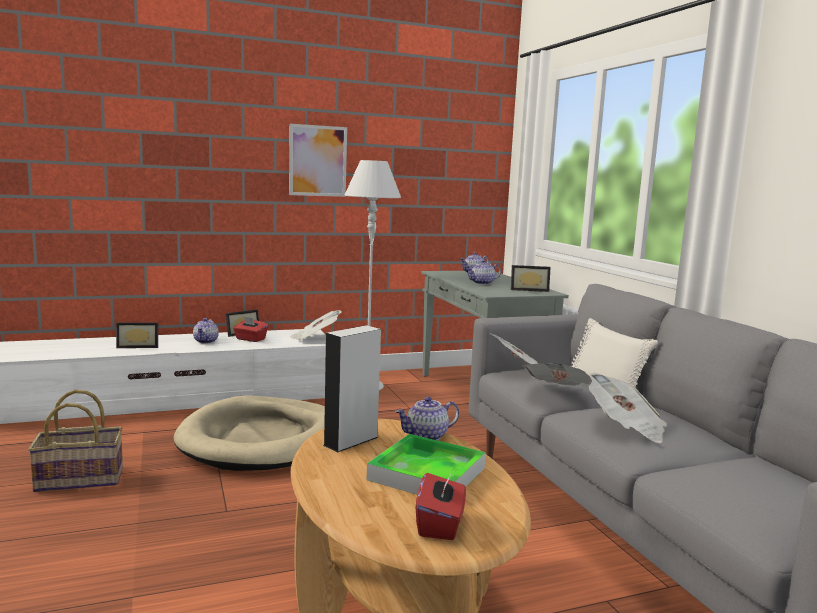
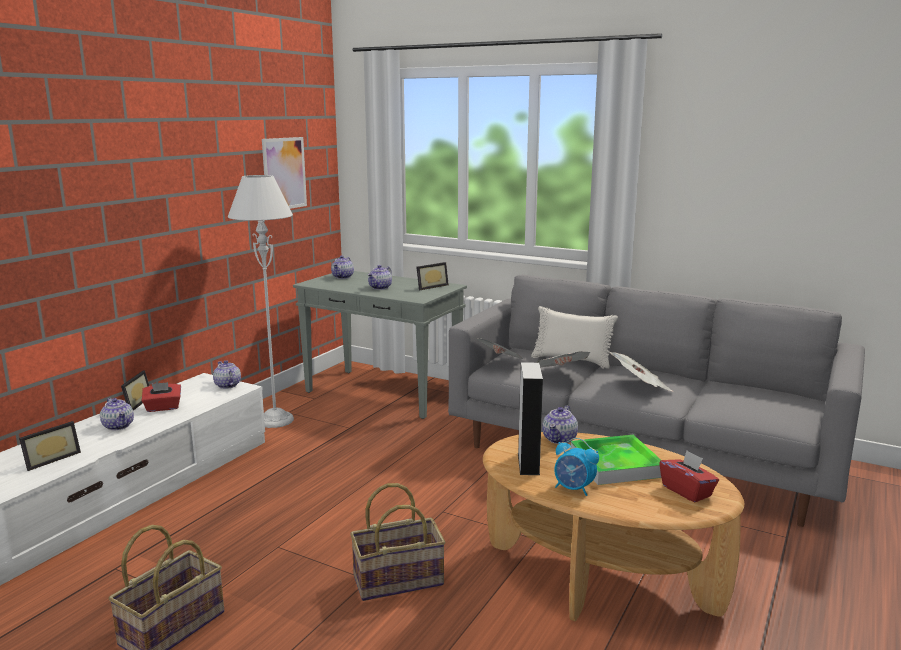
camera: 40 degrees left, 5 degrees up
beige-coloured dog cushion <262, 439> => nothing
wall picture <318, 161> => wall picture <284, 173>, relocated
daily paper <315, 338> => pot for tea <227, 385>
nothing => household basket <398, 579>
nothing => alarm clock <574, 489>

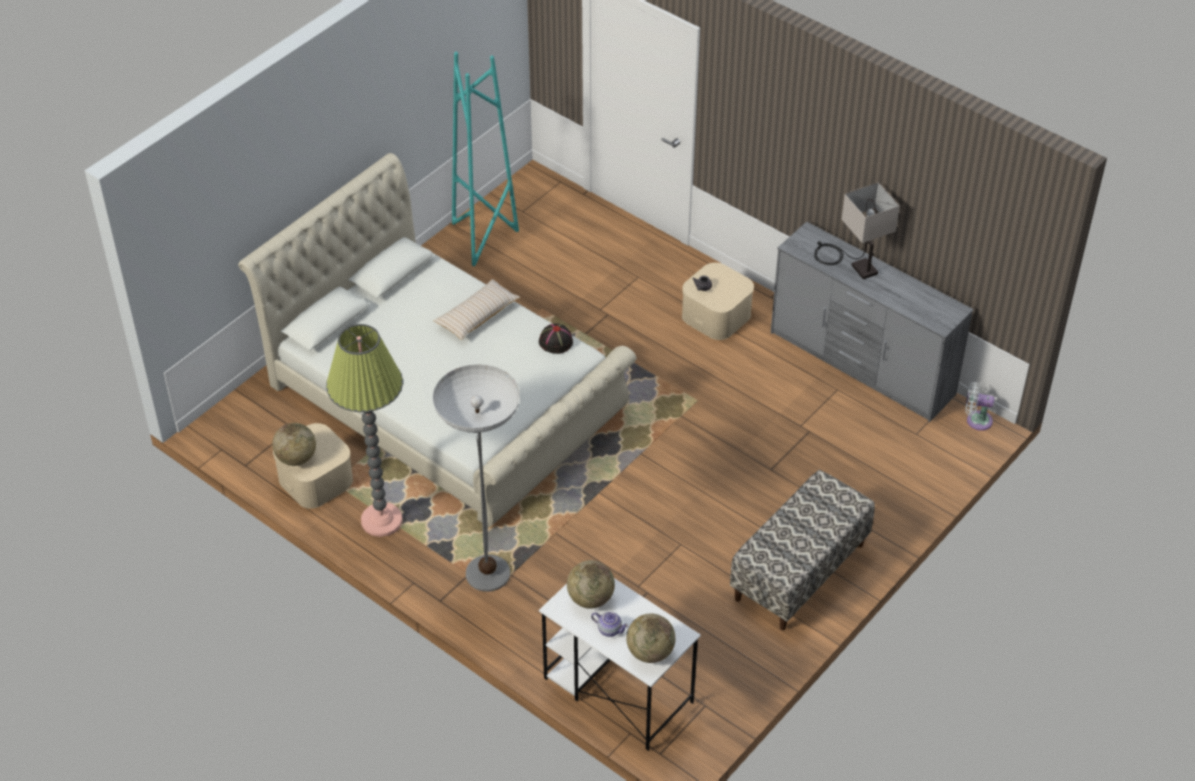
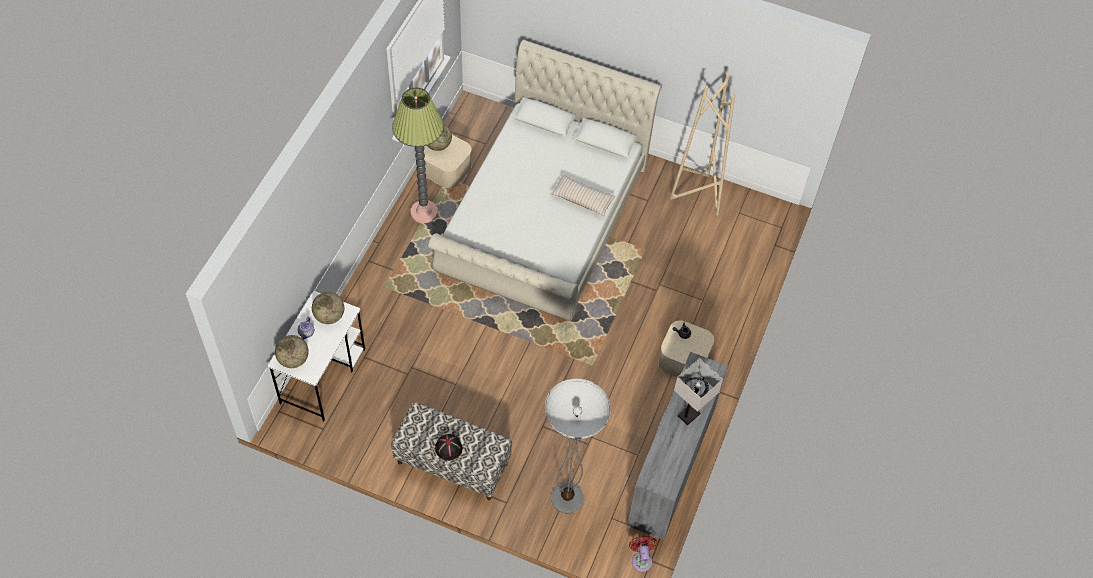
camera: 70 degrees right, 10 degrees up
standard lamp <488, 573> => standard lamp <567, 498>, relocated
turquoise-coloured garment stand <481, 240> => beige-coloured garment stand <699, 196>
black clothing hat <555, 342> => black clothing hat <448, 448>, relocated
whitish fan <976, 420> => red fan <641, 559>

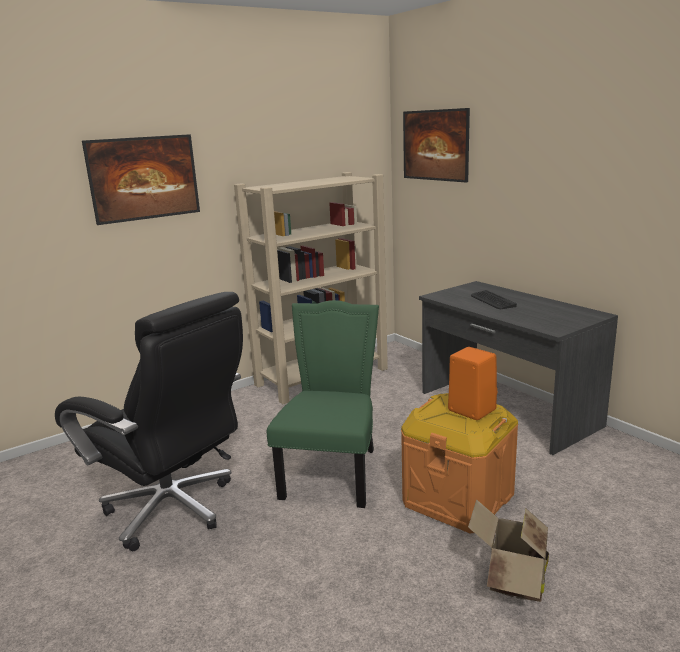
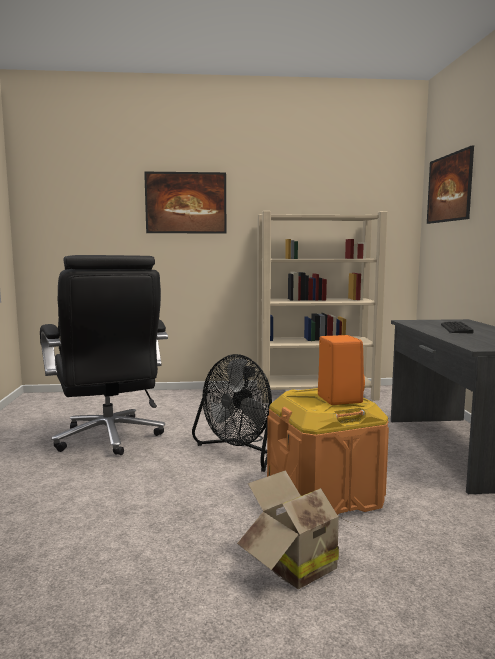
camera: 30 degrees right, 10 degrees down
green plain chair <332, 475> => black fan <240, 451>

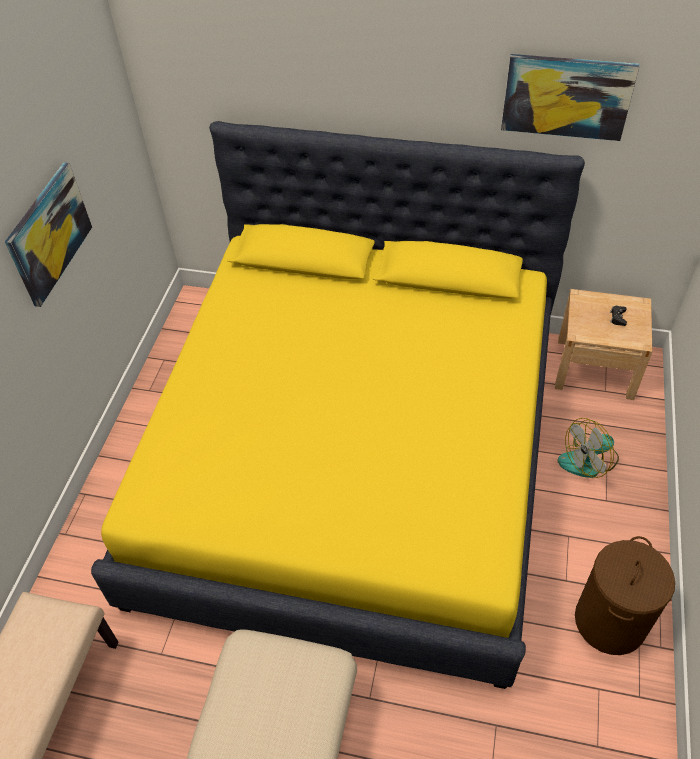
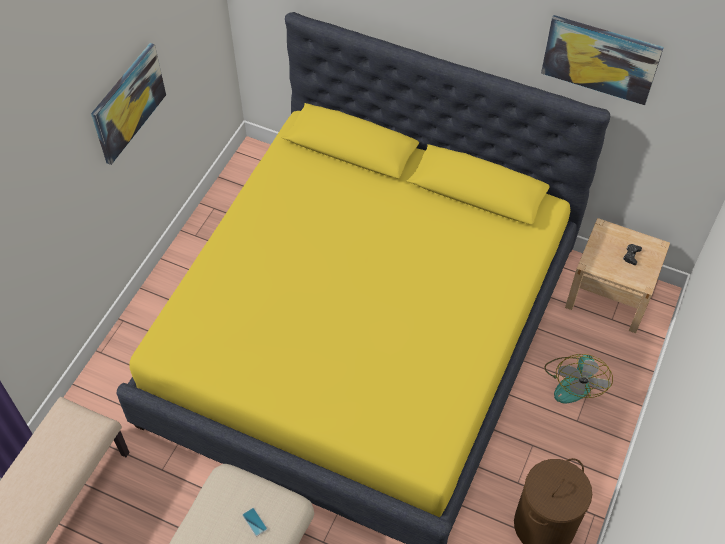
camera: 10 degrees right, 5 degrees up
fan <588, 460> => fan <573, 381>, 60 degrees counterclockwise
nothing => phone <254, 522>

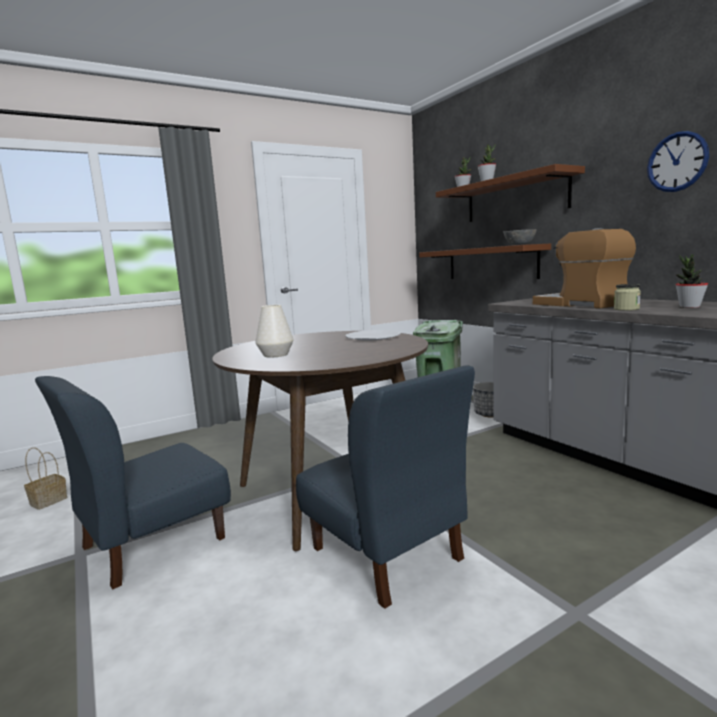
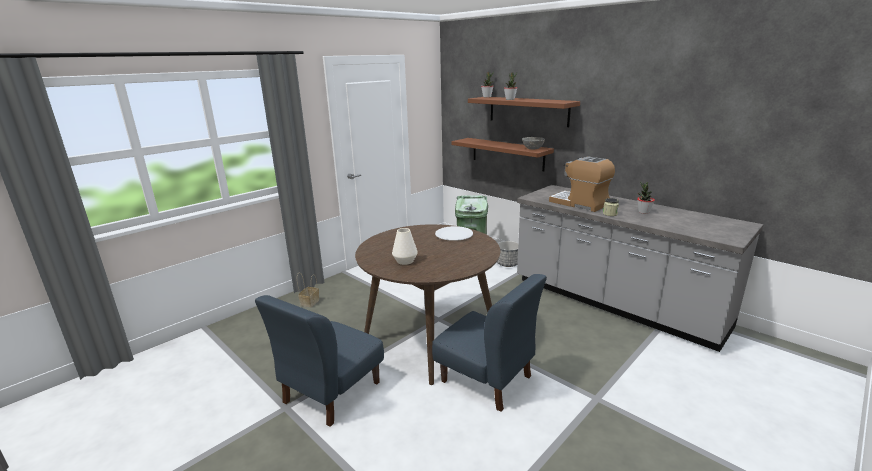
camera: 15 degrees left, 10 degrees up
household basket <49, 500> => household basket <310, 302>, relocated
clock on the wall <677, 162> => nothing

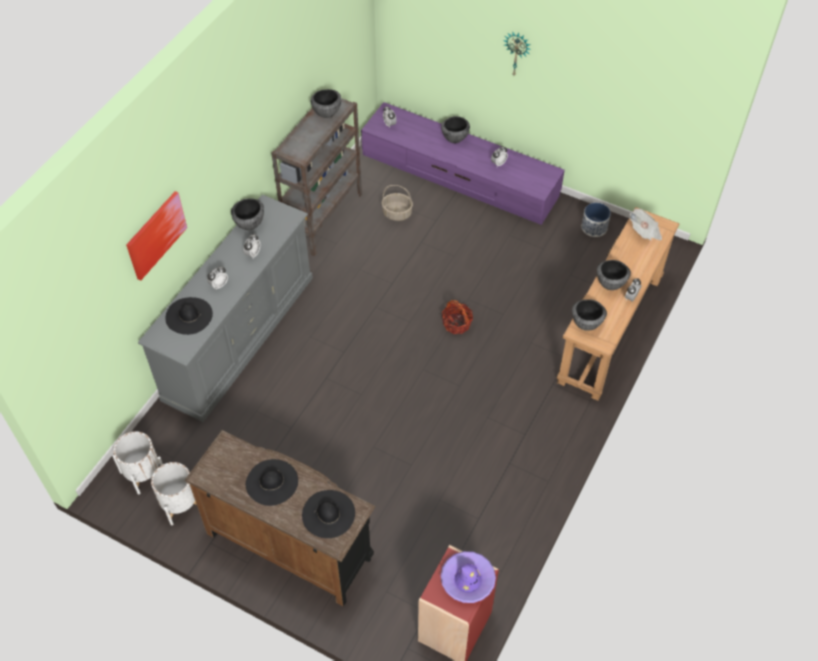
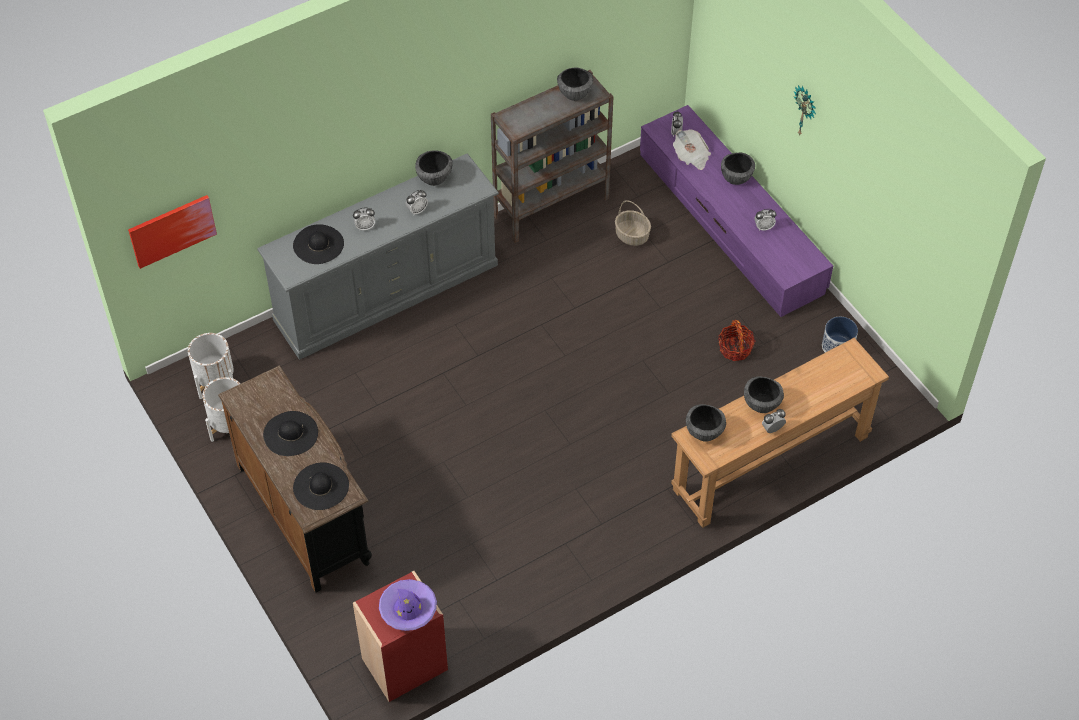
camera: 30 degrees right, 0 degrees up
wall picture <156, 235> => wall picture <172, 230>, relocated
household basket <456, 323> => household basket <735, 349>, relocated
daily paper <644, 232> => daily paper <691, 156>, relocated

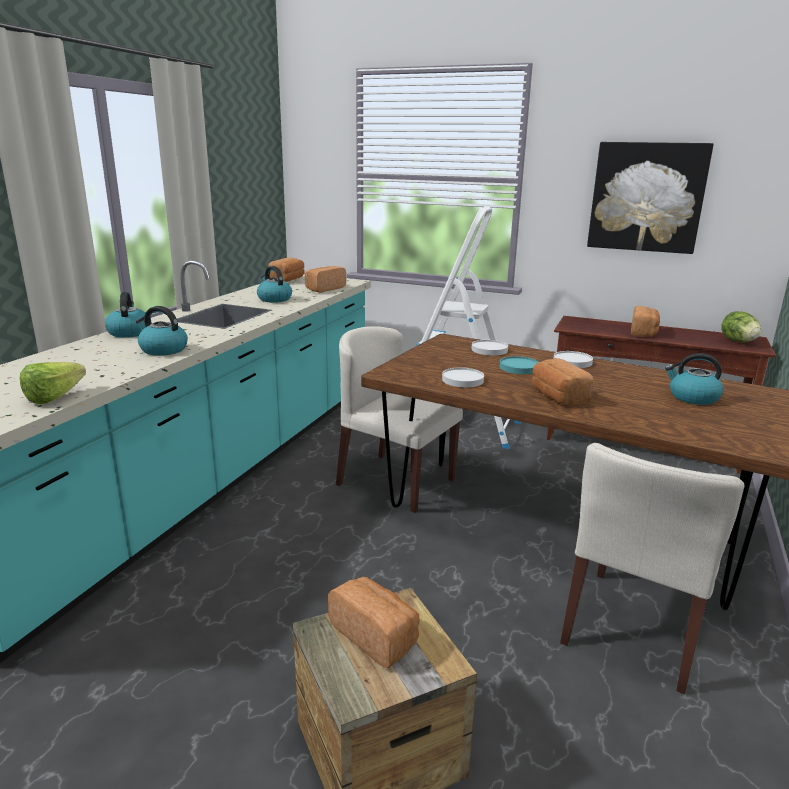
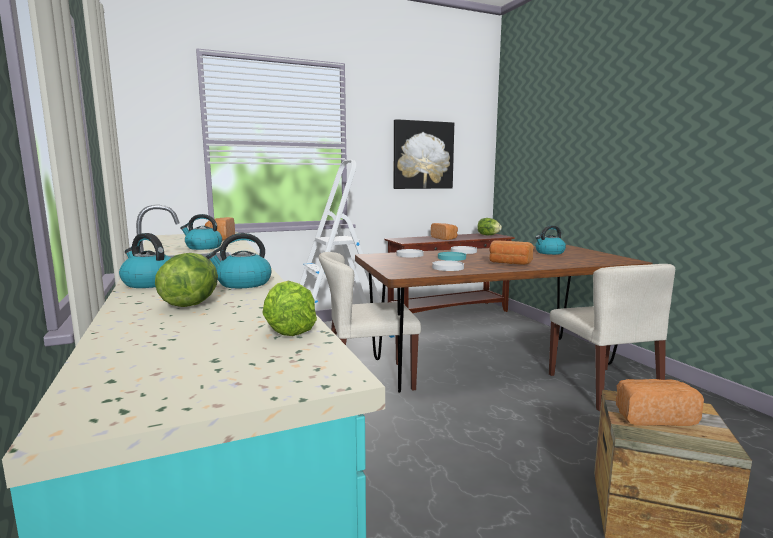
camera: 45 degrees left, 10 degrees down
bread <288, 280> => nothing
nothing => lettuce head <191, 303>

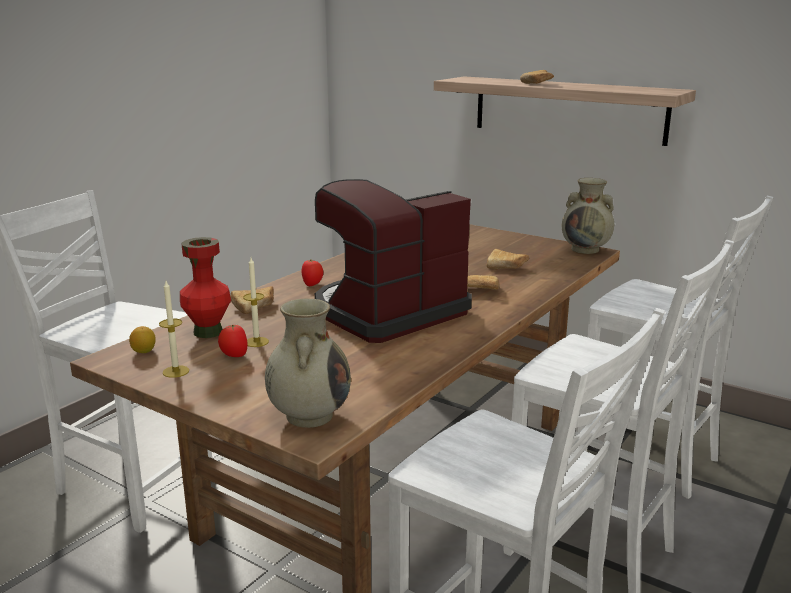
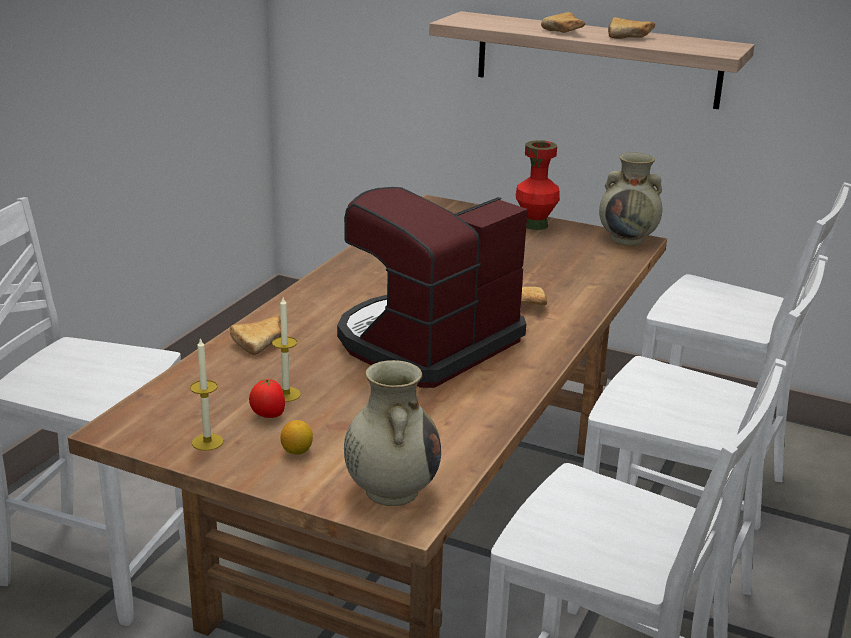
camera: 10 degrees left, 5 degrees up
lemon <144, 351> => lemon <297, 451>, relocated
red vase <208, 332> => red vase <535, 225>, relocated
tomato <312, 285> => nothing
bread <507, 267> => bread <630, 37>, relocated

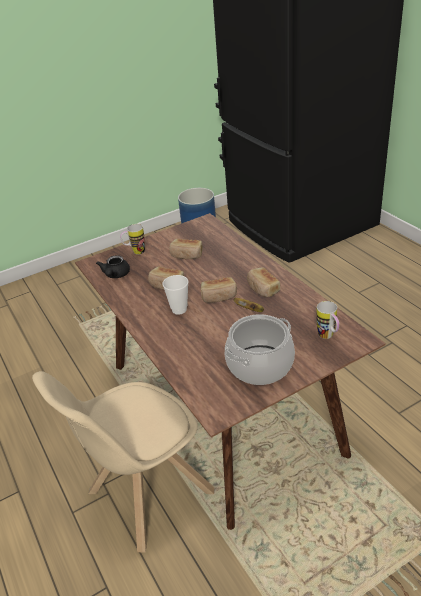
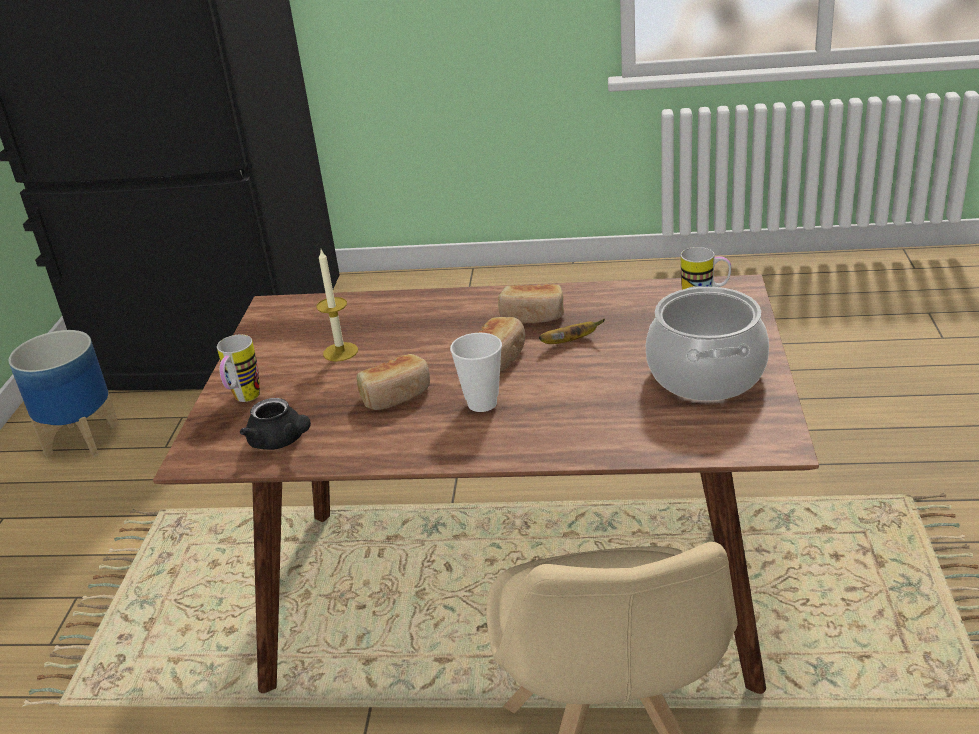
camera: 55 degrees left, 5 degrees down
bread <186, 255> => wax light <340, 352>

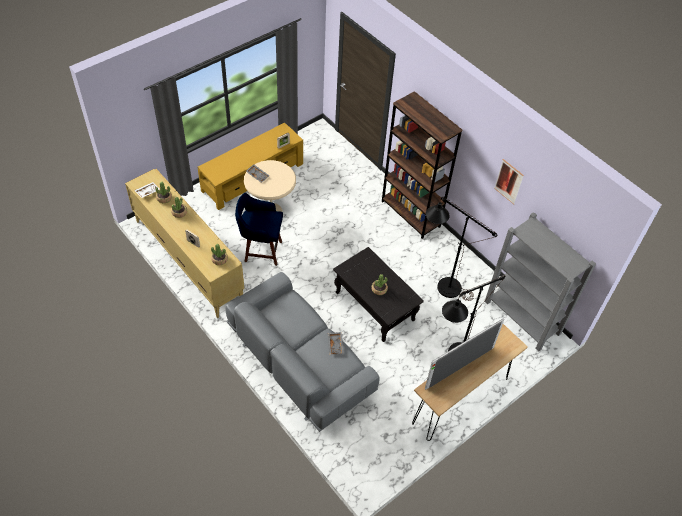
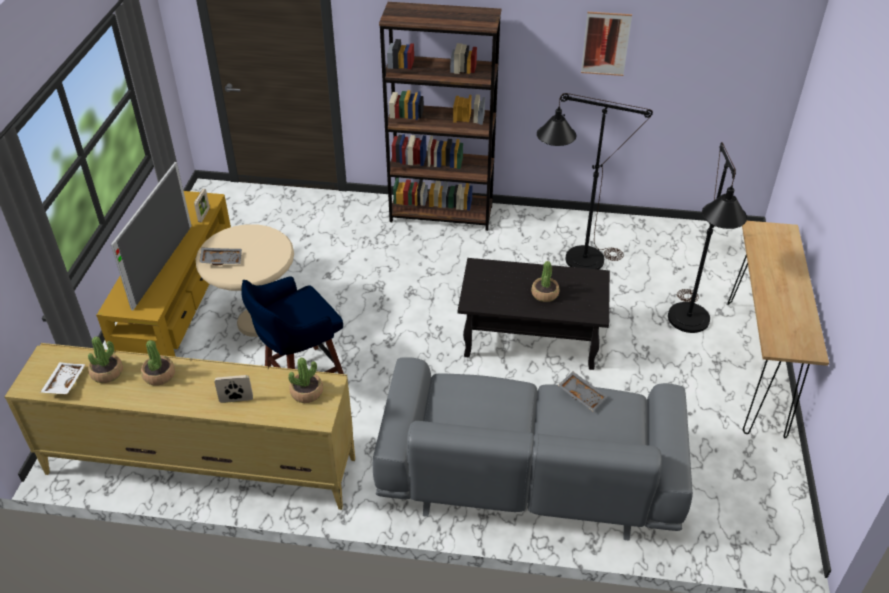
camera: 40 degrees left, 10 degrees down
television <460, 368> => television <163, 266>, relocated
gray bookshelf <522, 317> => nothing

